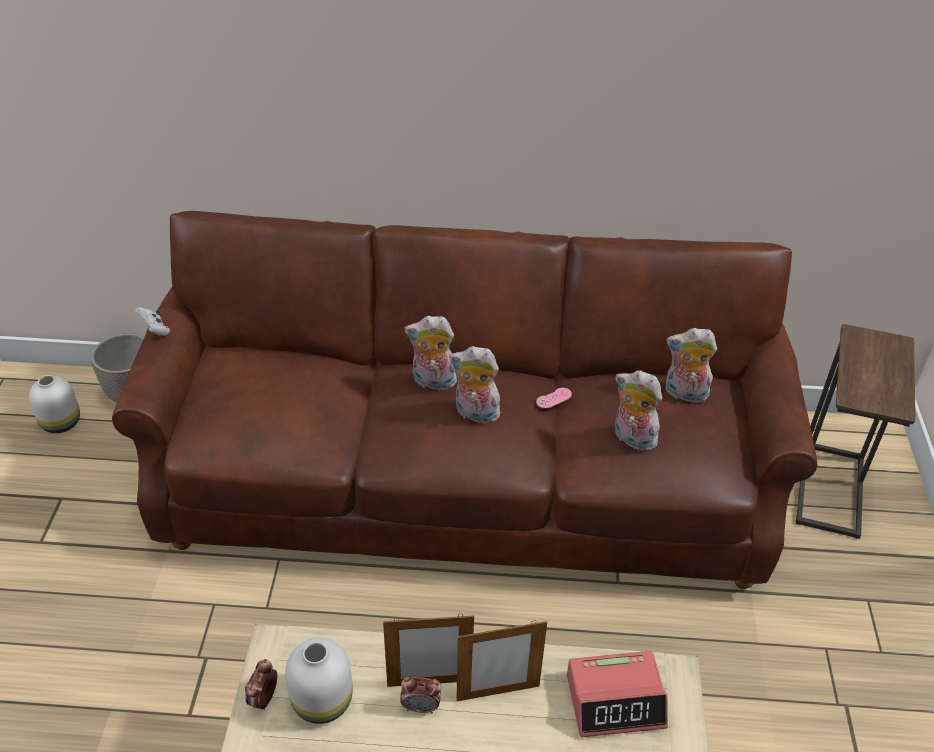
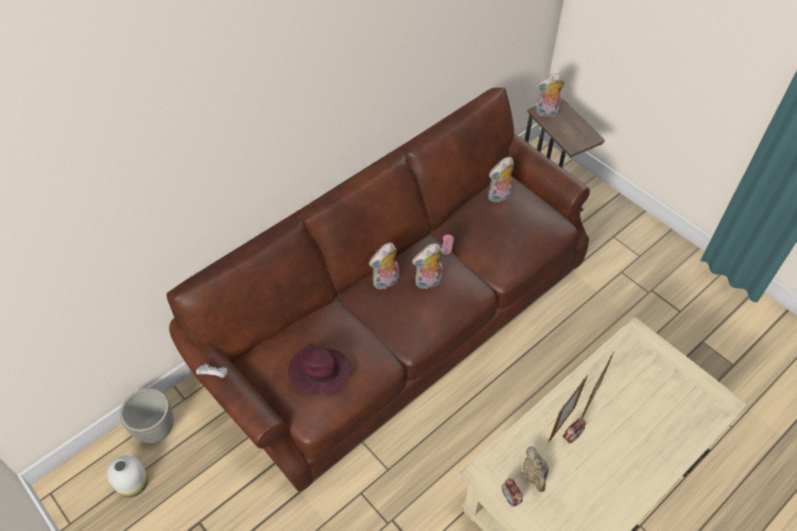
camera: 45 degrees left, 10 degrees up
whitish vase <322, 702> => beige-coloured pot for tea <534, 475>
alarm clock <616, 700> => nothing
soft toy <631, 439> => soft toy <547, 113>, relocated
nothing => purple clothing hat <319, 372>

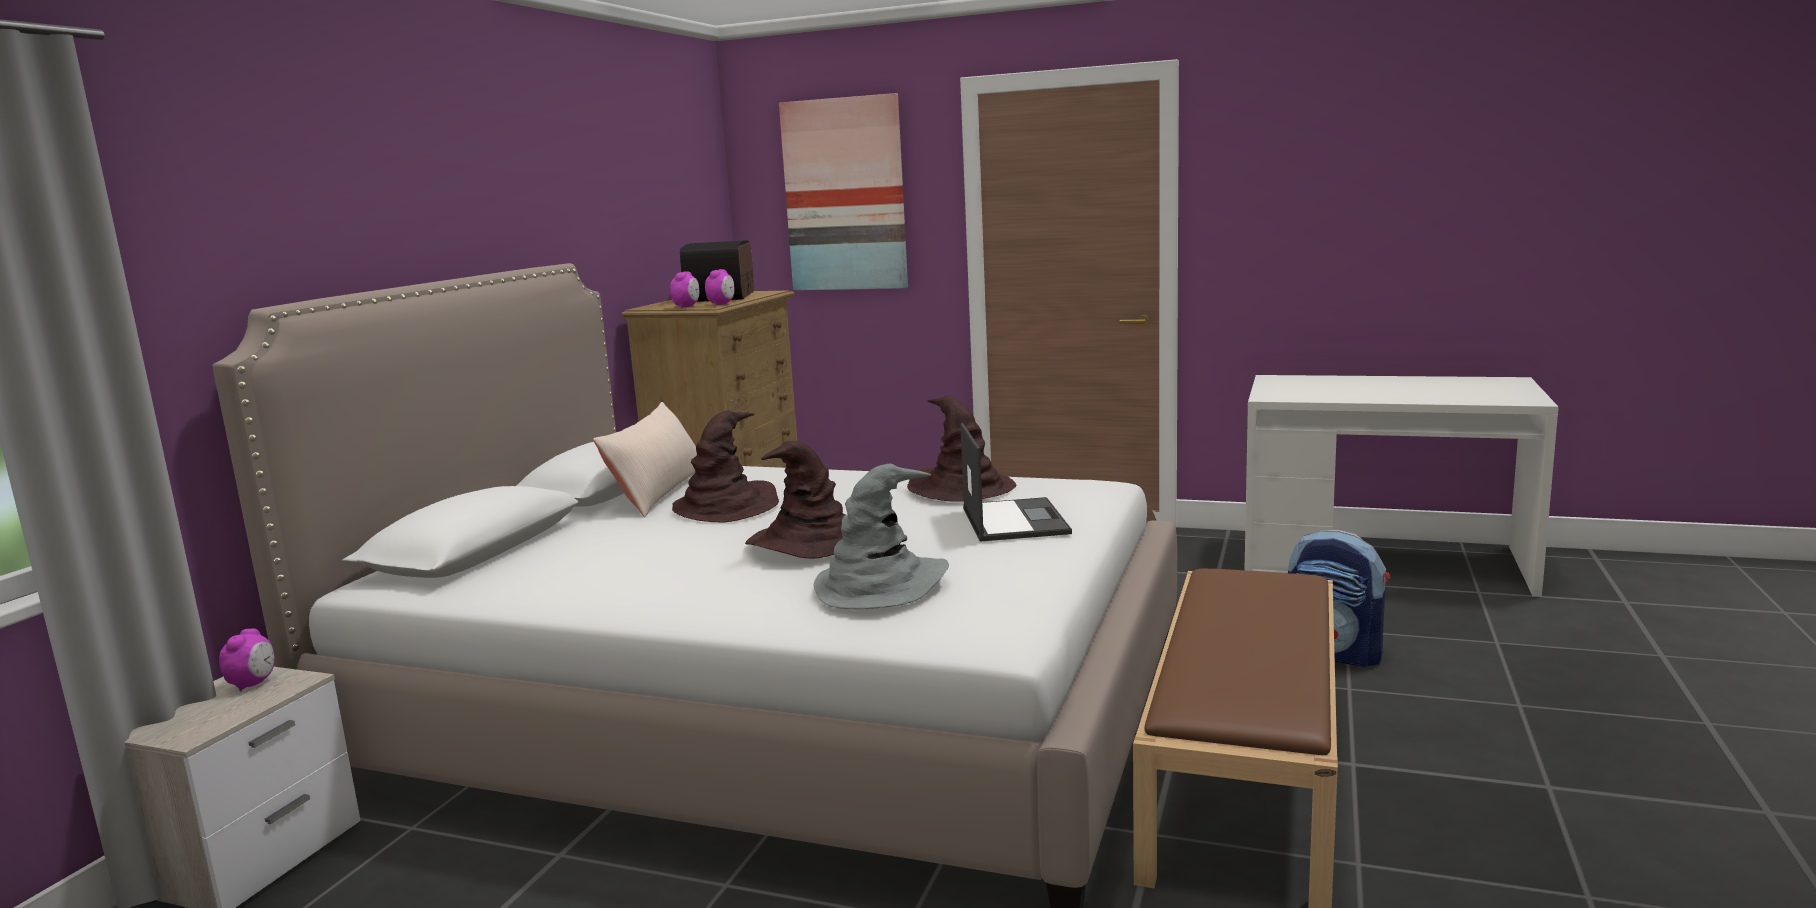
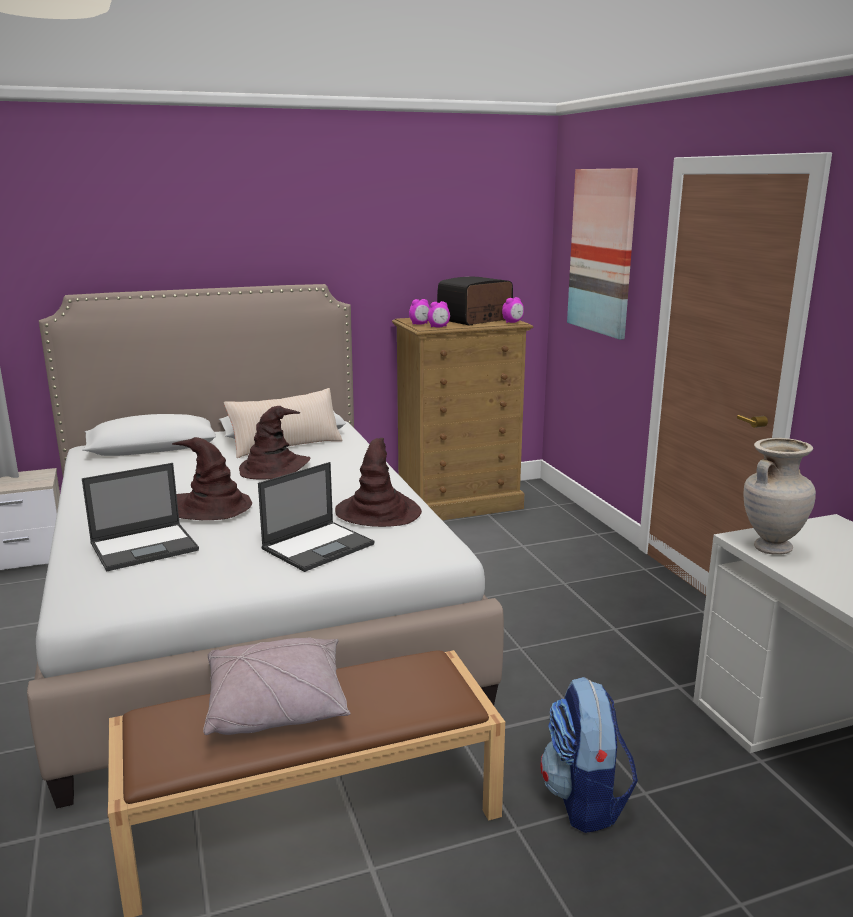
camera: 50 degrees right, 5 degrees up
alarm clock <253, 684> => alarm clock <512, 322>, relocated
gray clothing hat <880, 585> => notebook computer <145, 547>
nothing => purple pillow <277, 704>
nothing => beige-coloured vase <770, 548>

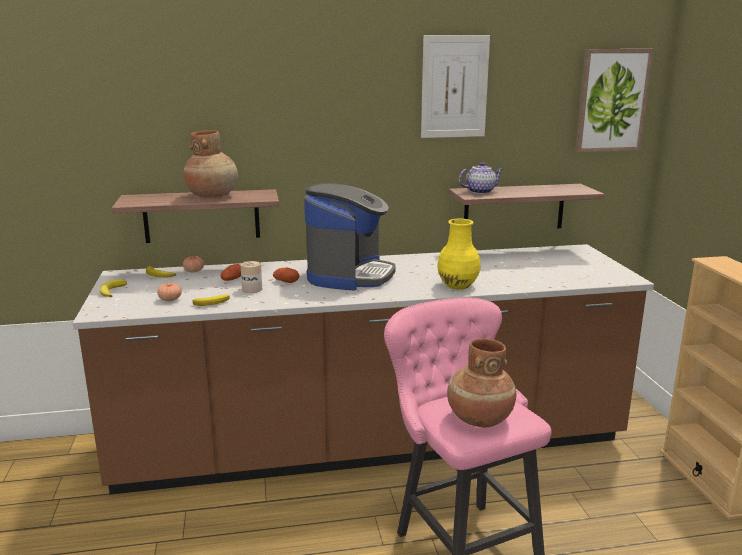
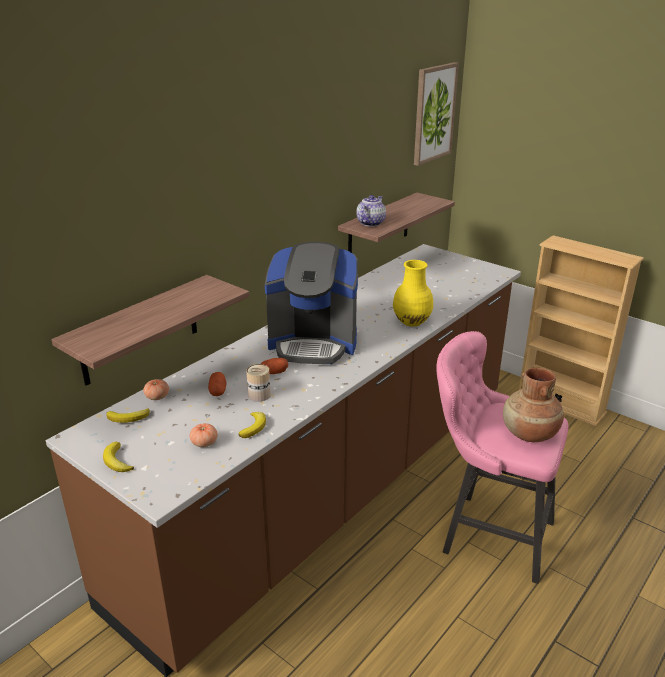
camera: 40 degrees left, 10 degrees up
brownish vase <213, 196> => nothing
coffee brewer <350, 275> => coffee brewer <313, 343>, 120 degrees clockwise
wall picture <454, 87> => nothing

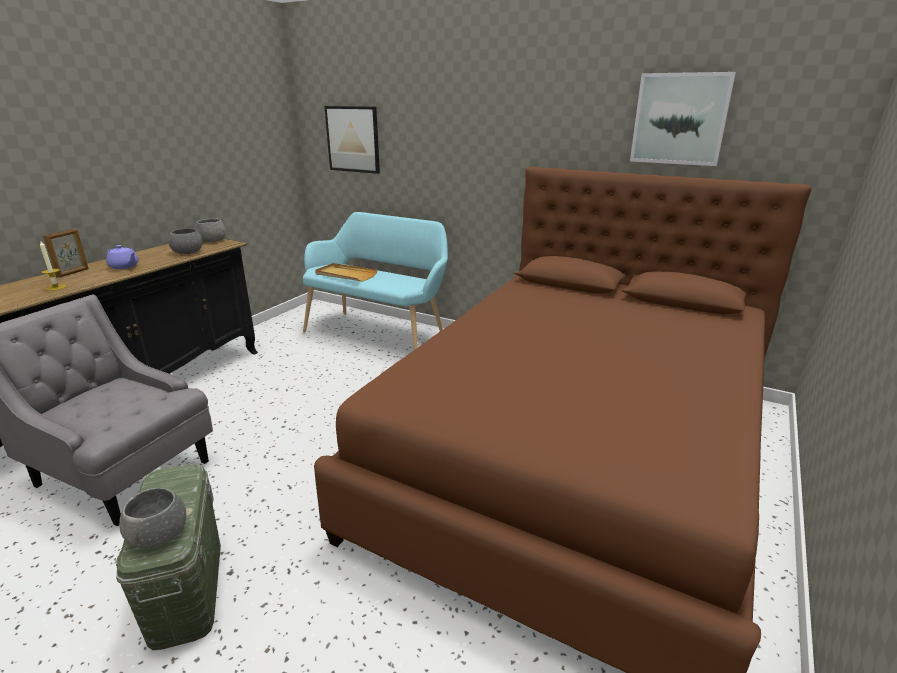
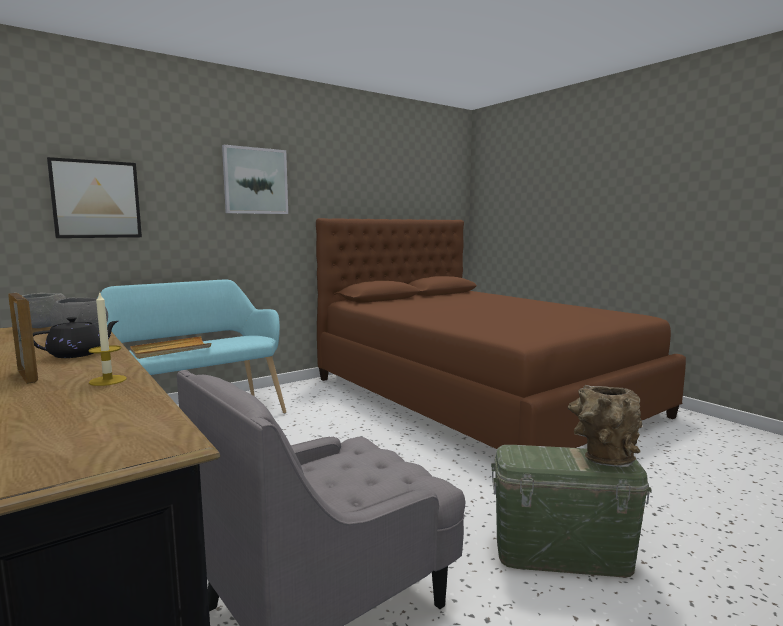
camera: 65 degrees left, 15 degrees down
purple pot for tea <124, 267> => black pot for tea <77, 354>
gray bowl <158, 533> => brownish vase <602, 459>
wall picture <679, 119> => wall picture <255, 181>, relocated

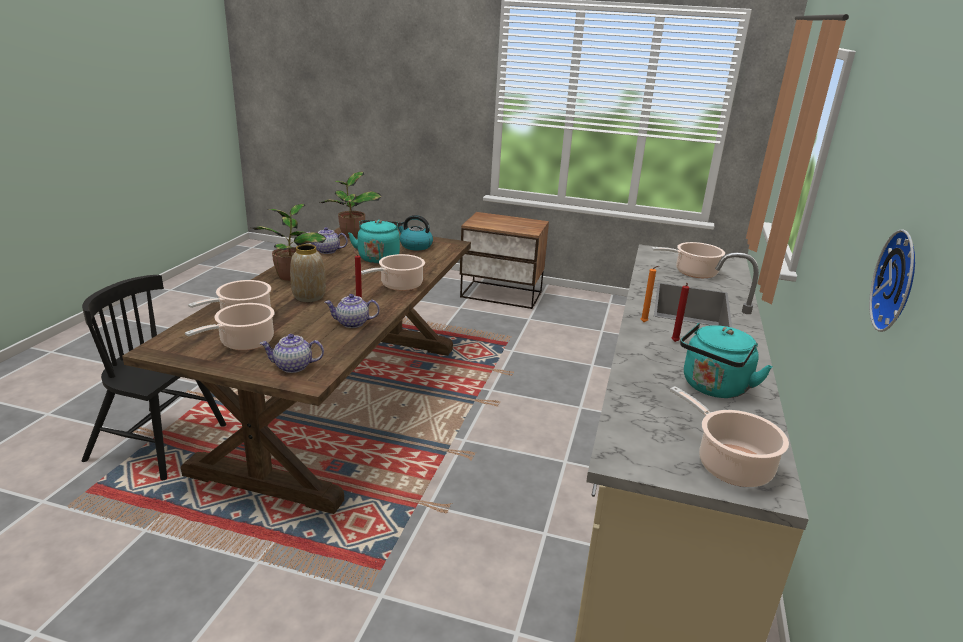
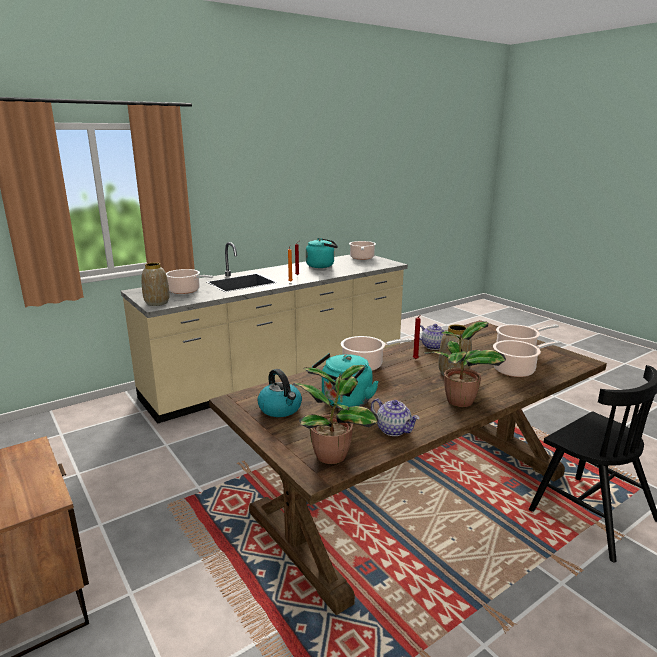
camera: 140 degrees left, 5 degrees down
pot for tea <293, 367> => nothing
clock on the wall <900, 282> => nothing
nothing => vase <157, 303>

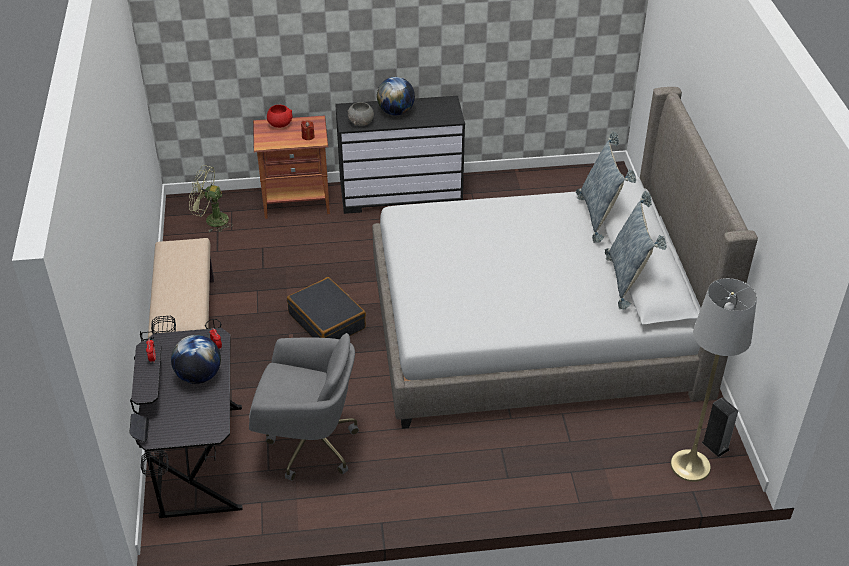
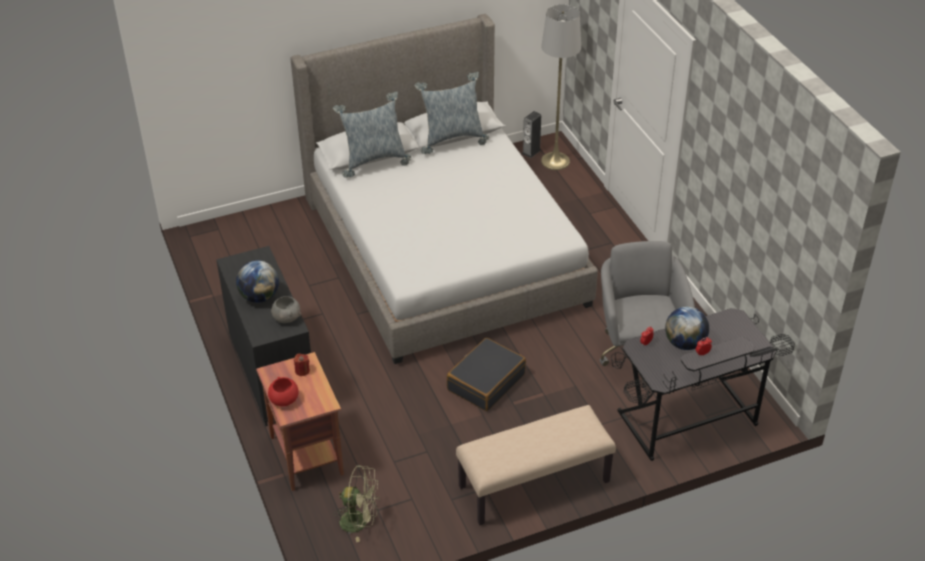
camera: 105 degrees left, 0 degrees up
green fan <211, 220> => green fan <360, 522>, 75 degrees counterclockwise

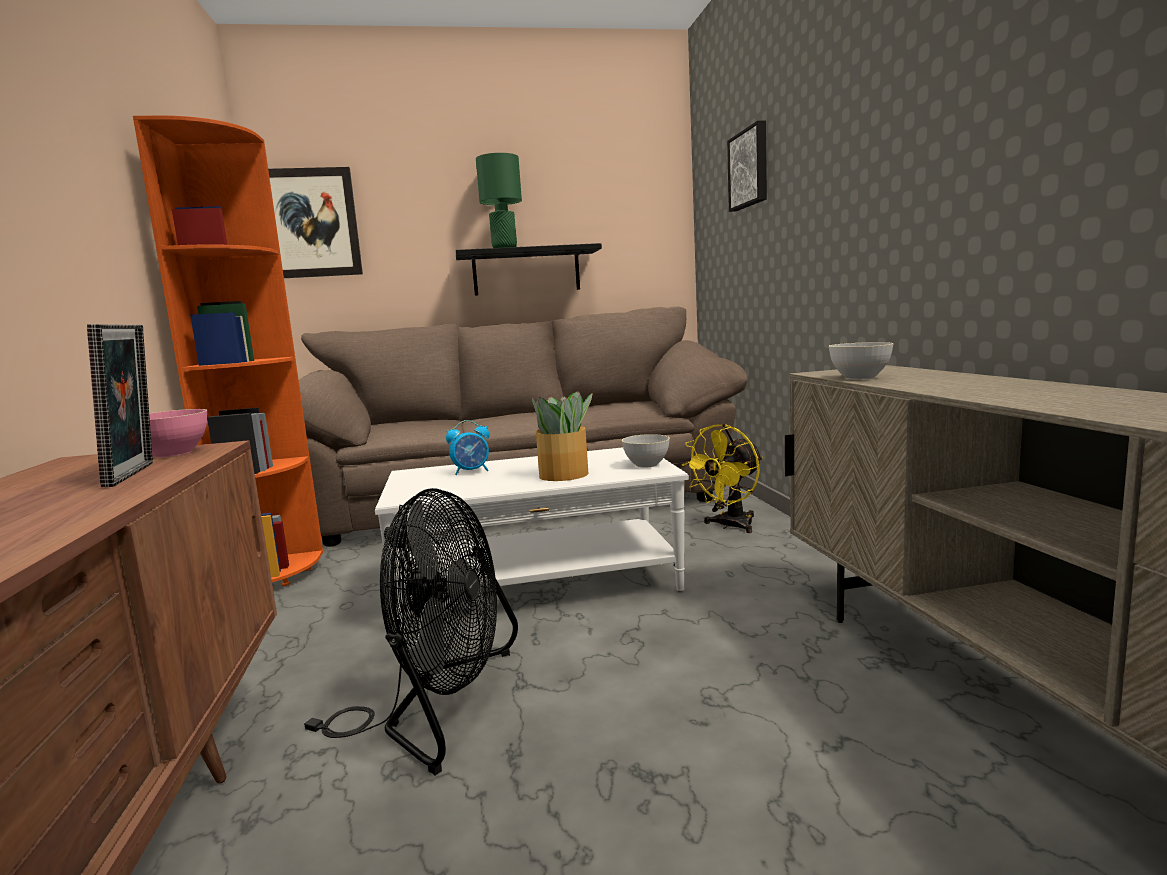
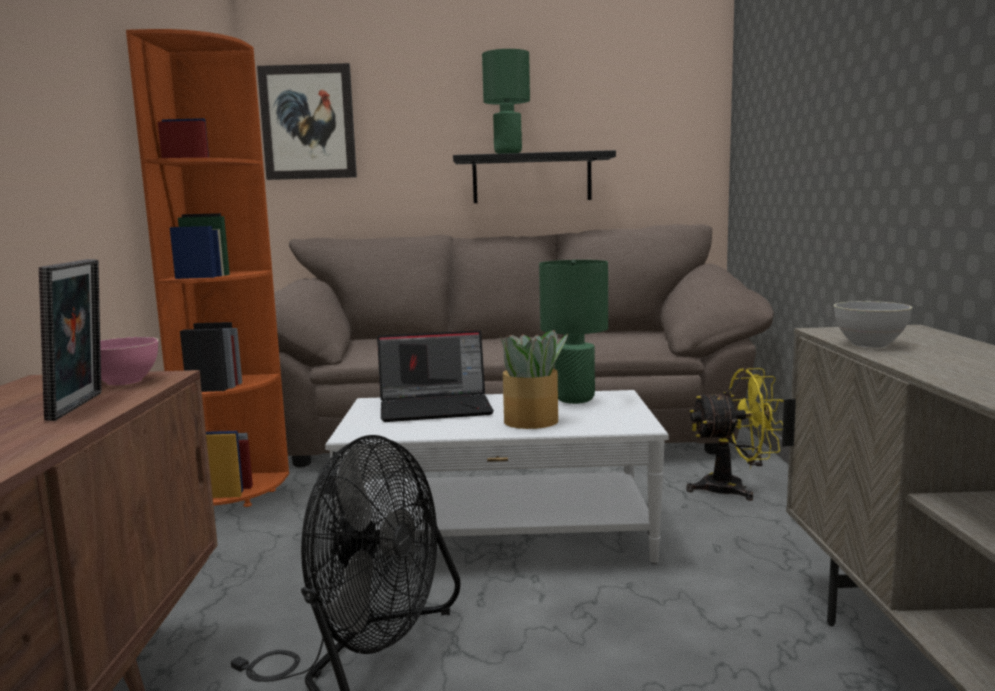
camera: 10 degrees right, 0 degrees up
alarm clock <471, 471> => notebook computer <437, 407>
gray bowl <646, 464> => nothing
yellowish fan <729, 526> => yellowish fan <733, 488>, 150 degrees counterclockwise
wall picture <750, 168> => nothing
nothing => green lamp for a table <575, 401>

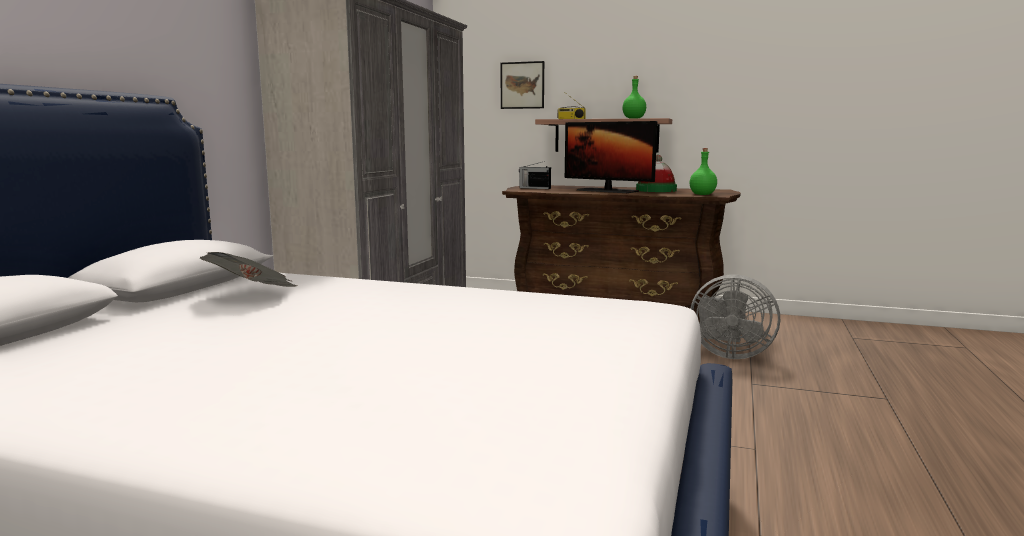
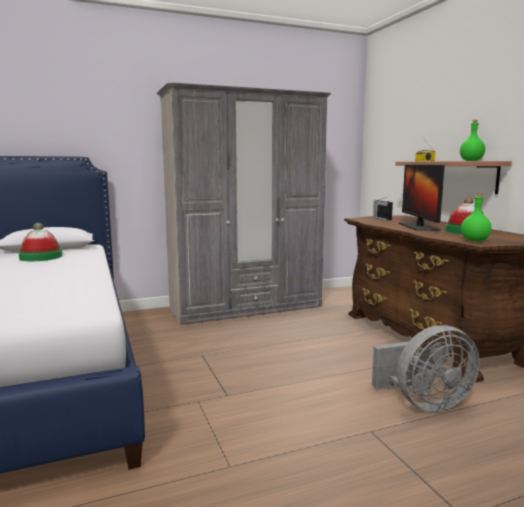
camera: 50 degrees right, 0 degrees up
daily paper <254, 294> => clothing hat <41, 257>
wall picture <522, 85> => nothing
gray fan <728, 354> => gray fan <425, 403>, 90 degrees counterclockwise

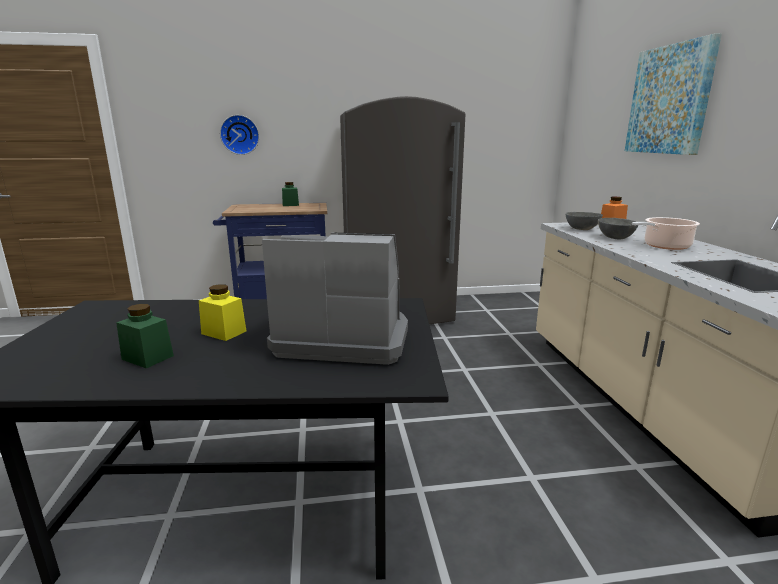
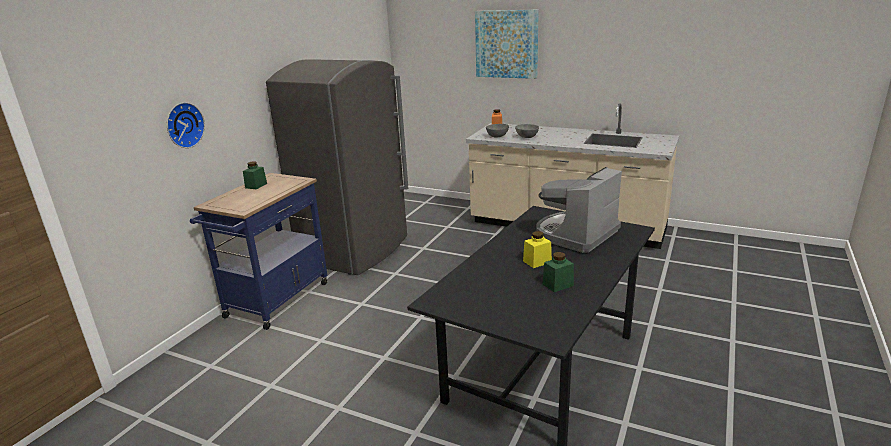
camera: 55 degrees left, 5 degrees up
saucepot <664, 246> => nothing

